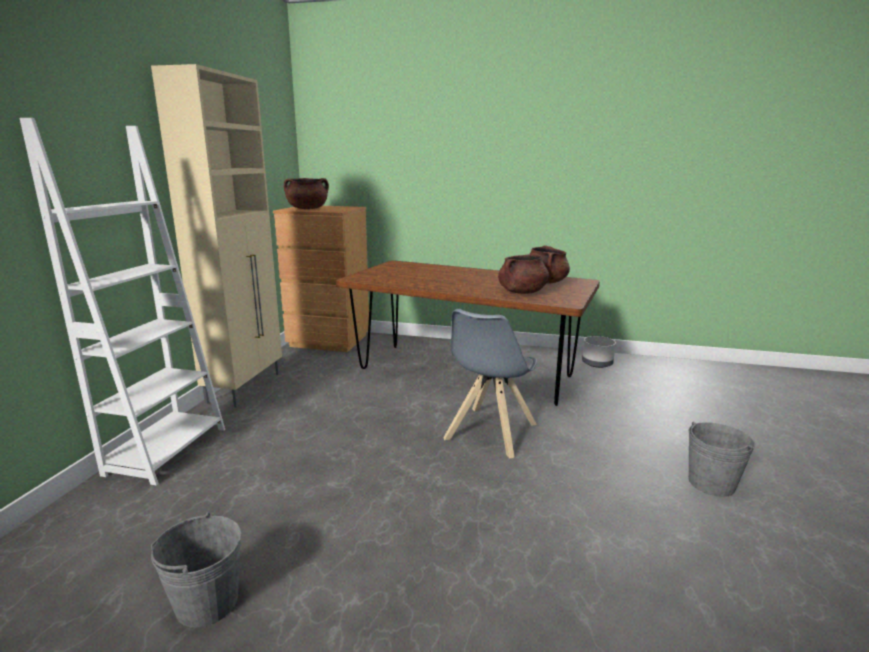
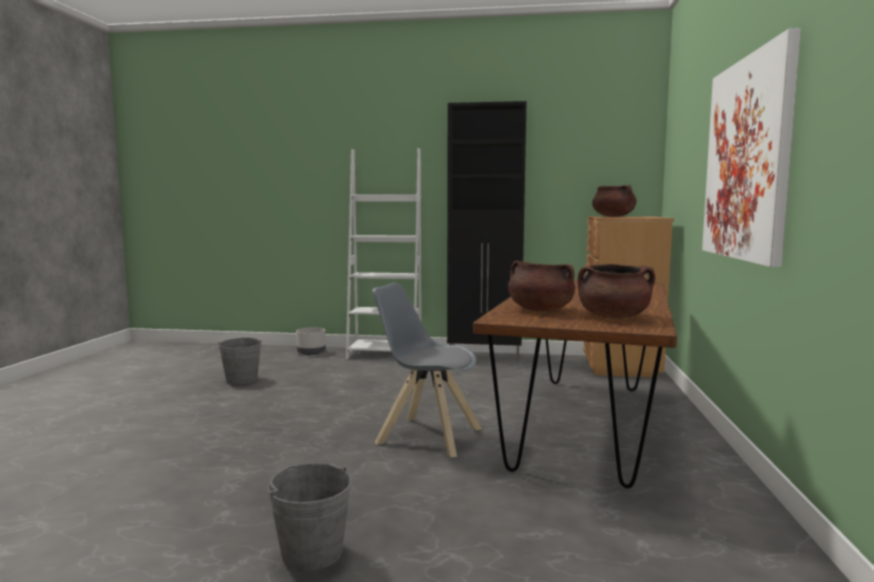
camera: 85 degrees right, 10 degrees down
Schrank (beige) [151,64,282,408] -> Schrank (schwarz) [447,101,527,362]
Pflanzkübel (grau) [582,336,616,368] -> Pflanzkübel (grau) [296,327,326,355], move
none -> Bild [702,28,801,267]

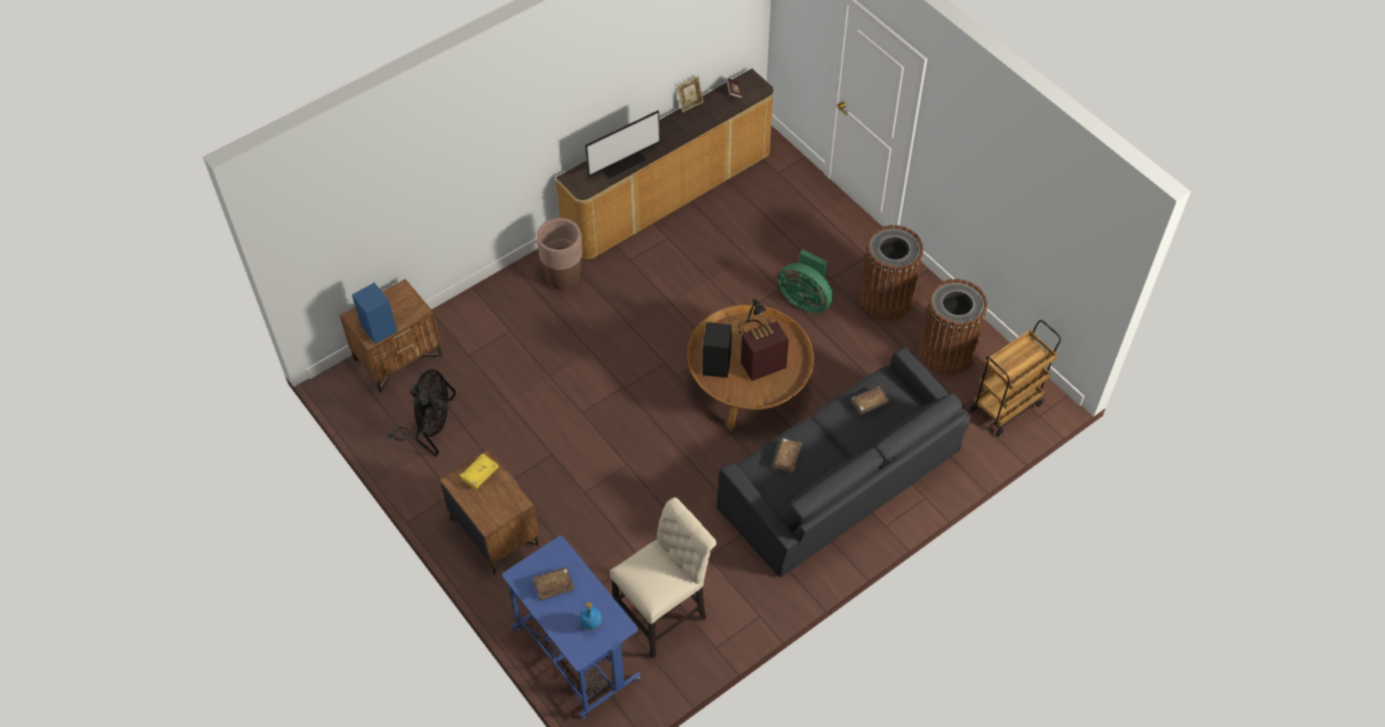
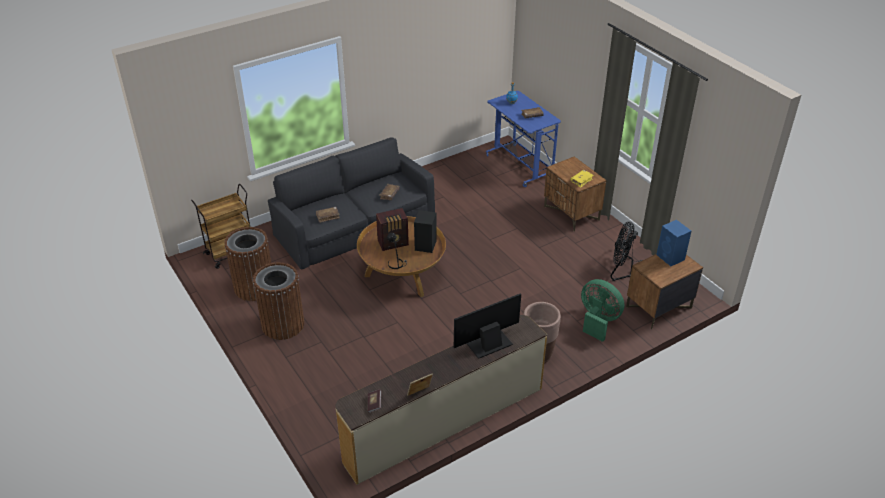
camera: 175 degrees left, 15 degrees down
Ventilator (grün) [778,249,833,313] -> Ventilator (grün) [581,279,625,342], move
Hocker (beige) [610,497,717,658] -> none

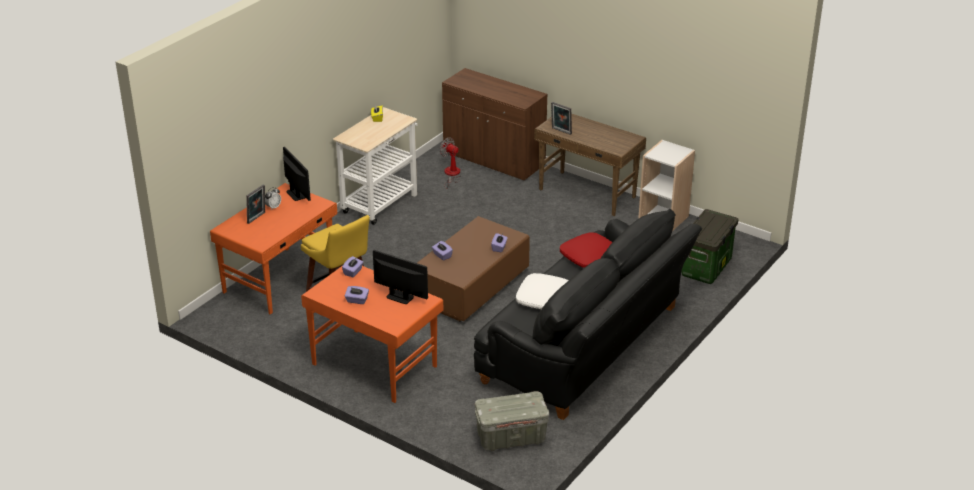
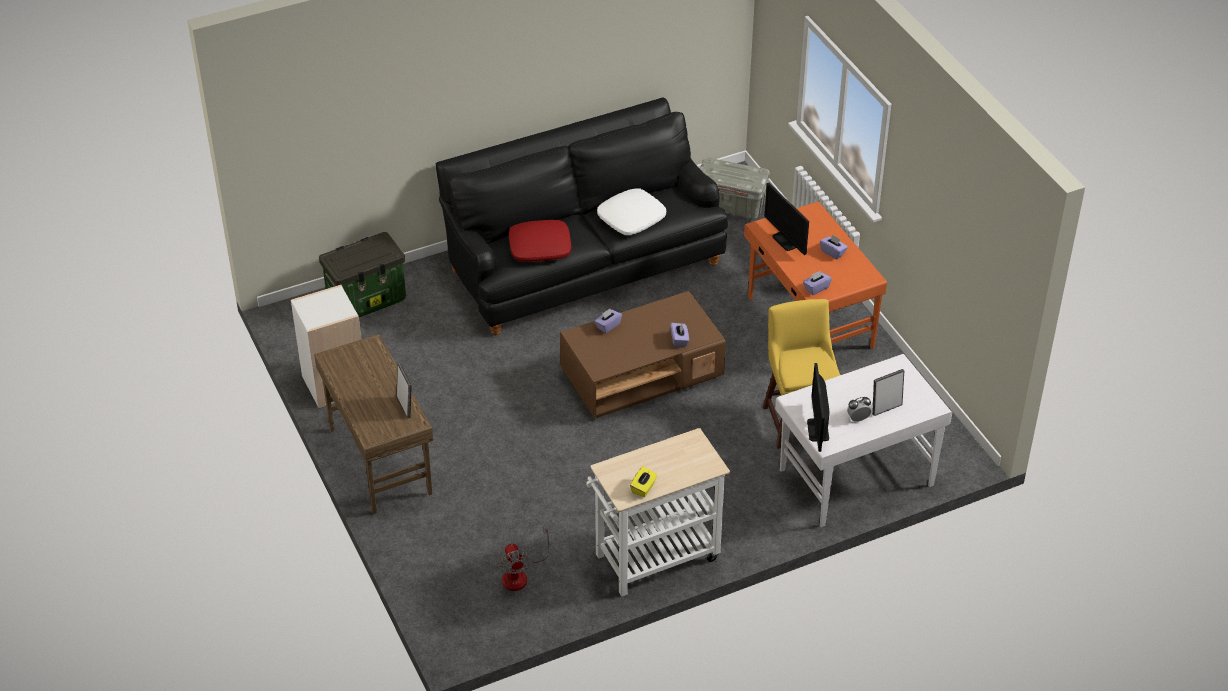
camera: 150 degrees left, 10 degrees up
Schrank (braun) [442,68,548,181] -> none
Schreibtisch (orange) [210,183,337,315] -> Schreibtisch (weiß) [775,354,952,527]

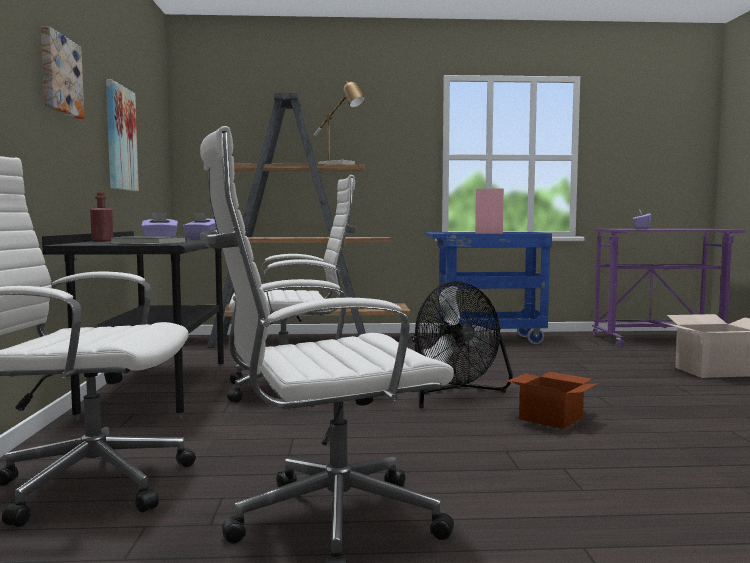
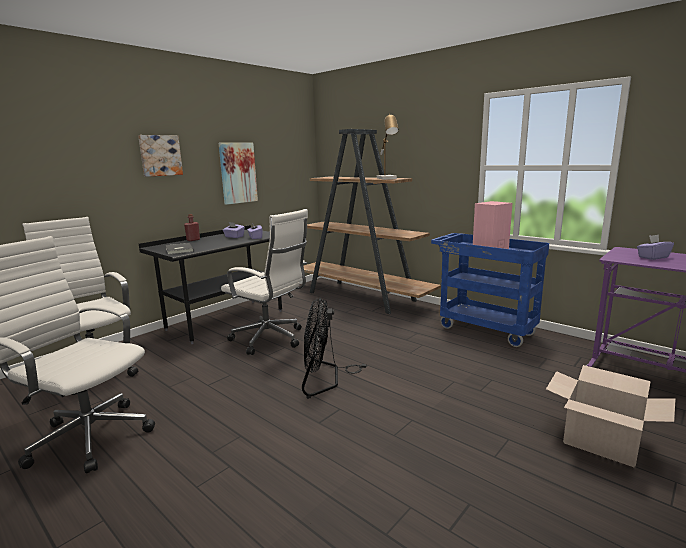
camera: 45 degrees right, 10 degrees up
Ventilator (schwarz) [411,281,513,408] -> Ventilator (schwarz) [302,298,368,399], 75 degrees clockwise
Karton [507,372,599,429] -> none

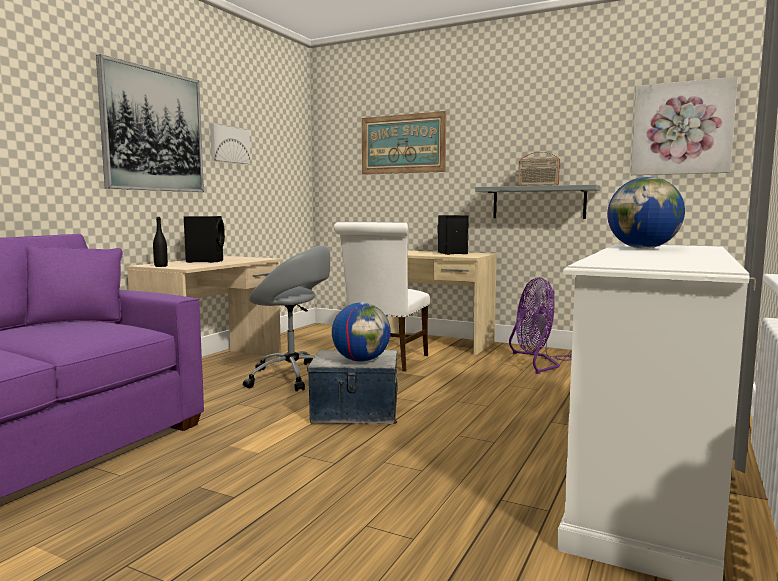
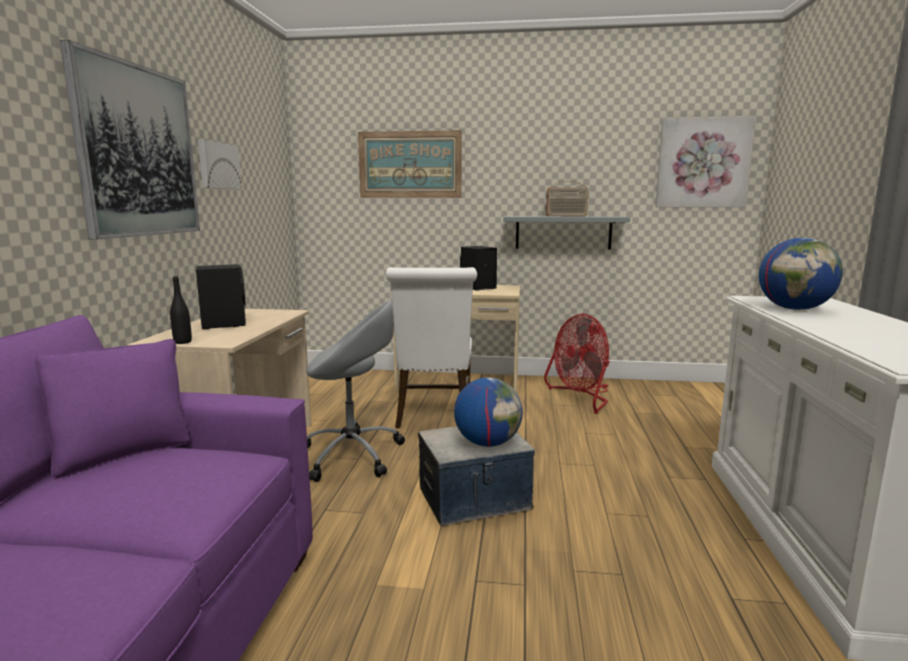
camera: 20 degrees left, 5 degrees up
Ventilator (lila) [509,277,572,374] -> Ventilator (rot) [544,314,610,414]

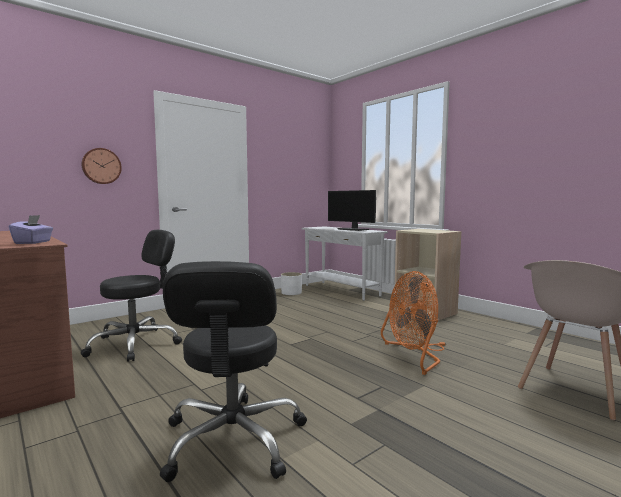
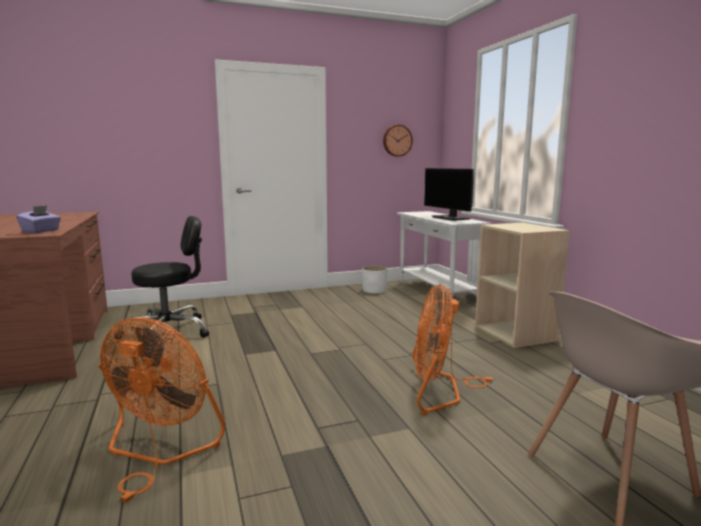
camera: 20 degrees right, 5 degrees up
Wanduhr [82,148,122,184] -> Wanduhr [383,125,413,157], move
Bürostuhl (schwarz) [160,261,307,482] -> Ventilator (orange) [98,318,225,503]

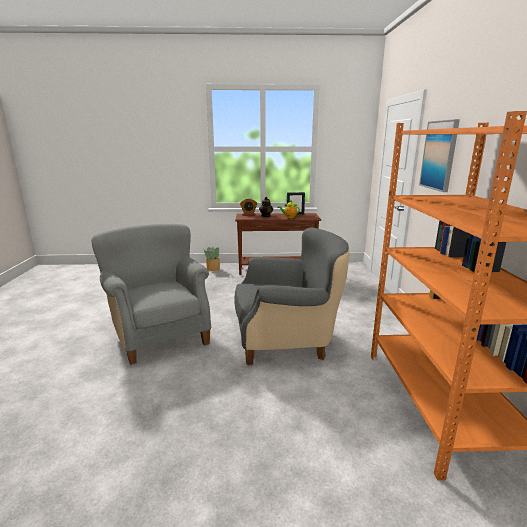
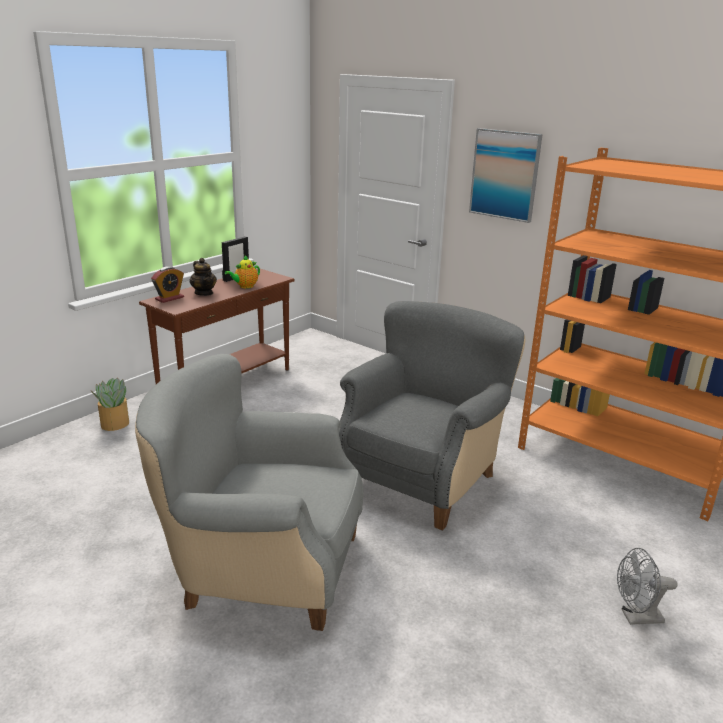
camera: 50 degrees left, 5 degrees up
none -> Ventilator (grau) [617,548,678,625]

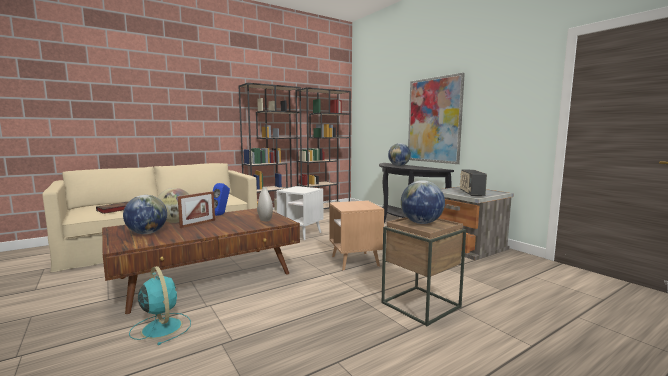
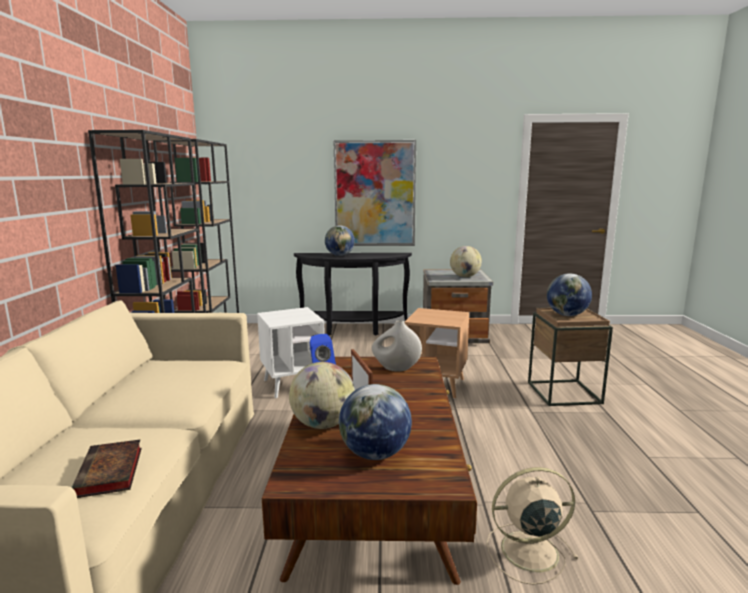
camera: 55 degrees left, 5 degrees up
Radio [460,170,487,196] -> Globus [450,246,482,277]
Ventilator (türkis) [129,266,191,345] -> Ventilator (beige) [487,467,579,585]

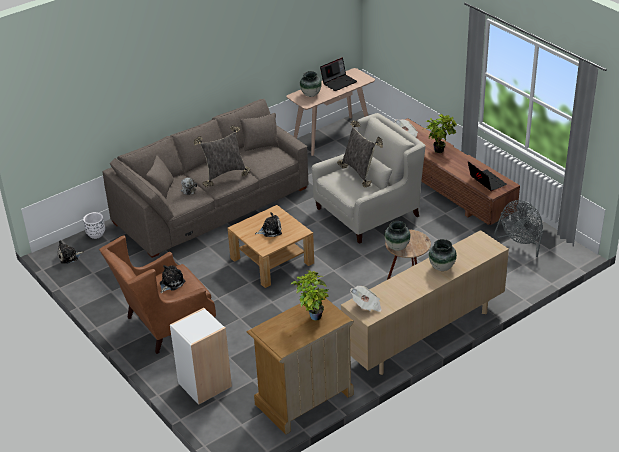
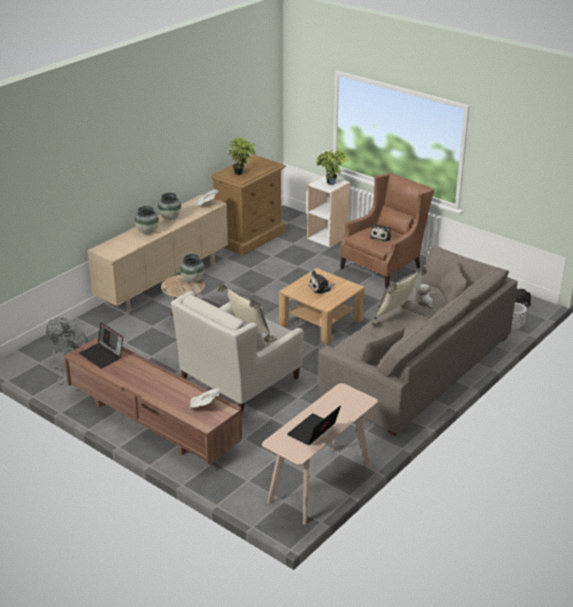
camera: 165 degrees right, 5 degrees down
Vase [300,71,322,97] -> Vase [158,193,181,220], move
Topfpflanze [422,114,457,153] -> Topfpflanze [317,150,348,185], move

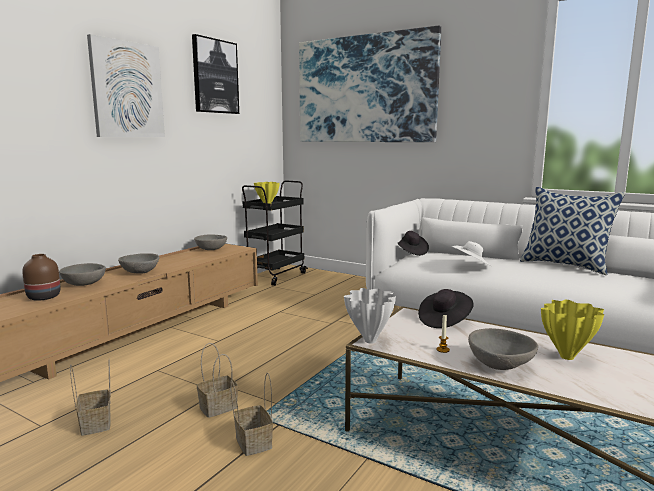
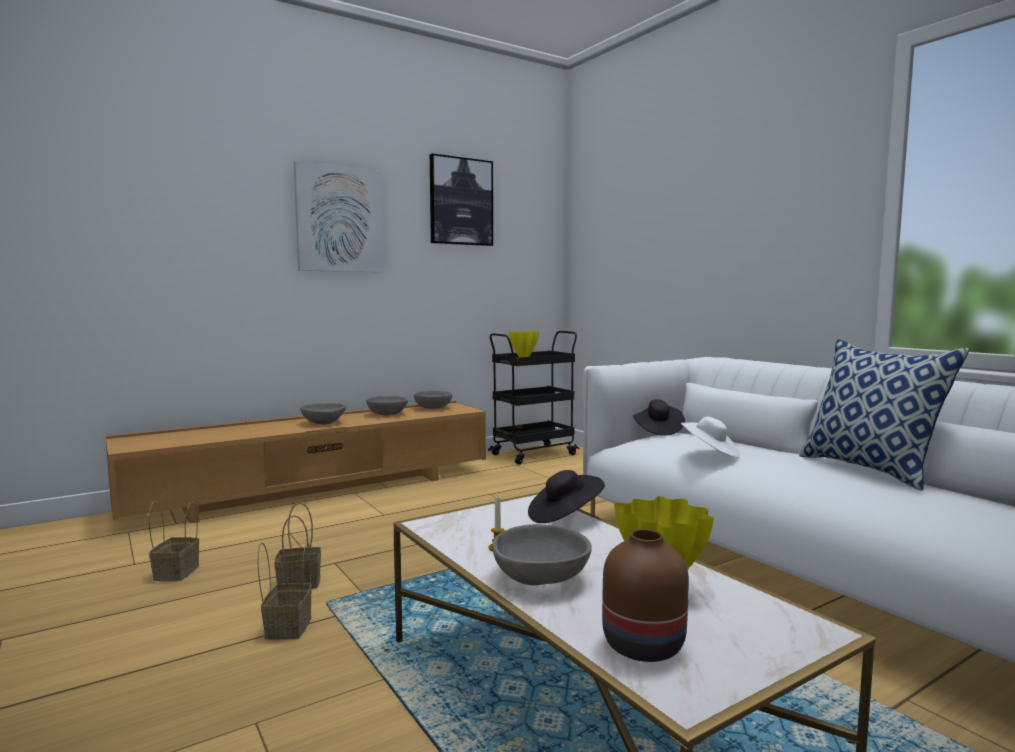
camera: 25 degrees right, 5 degrees down
Bild [299,26,441,142] -> none
Vase (braun) [22,254,61,301] -> Vase (braun) [602,529,689,662], move
Schüssel (grau) [59,263,106,286] -> Schüssel (grau) [366,395,408,415], move
Vase (weiß) [344,288,396,344] -> none

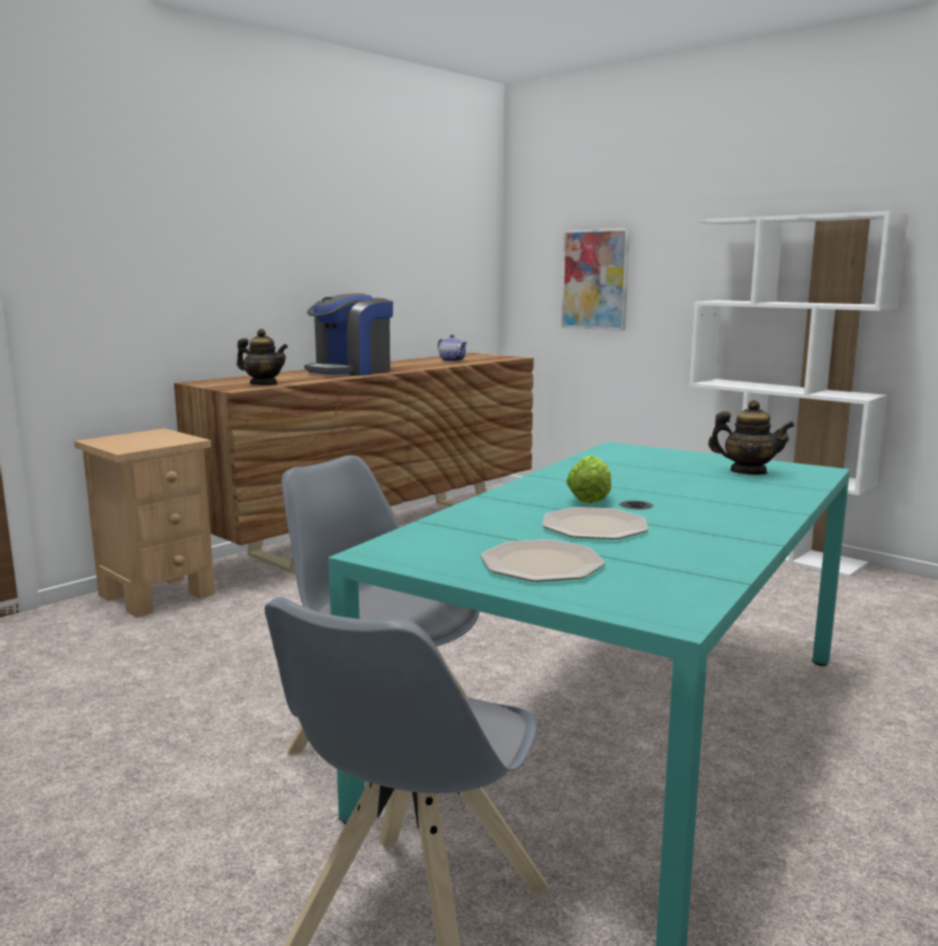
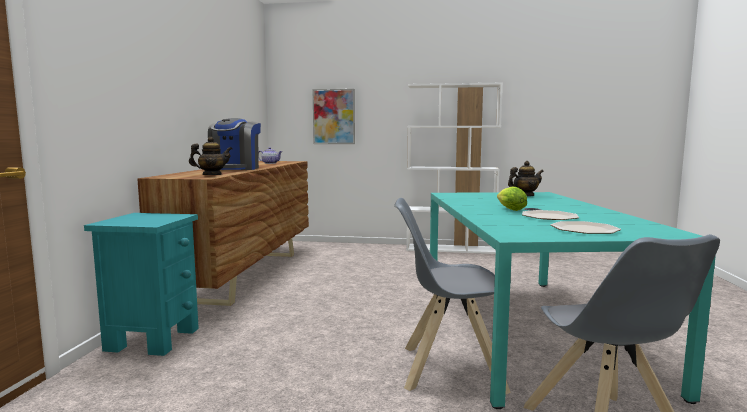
camera: 35 degrees left, 5 degrees down
Nachttisch (beige) [74,428,215,618] -> Nachttisch (türkis) [84,213,199,356]

